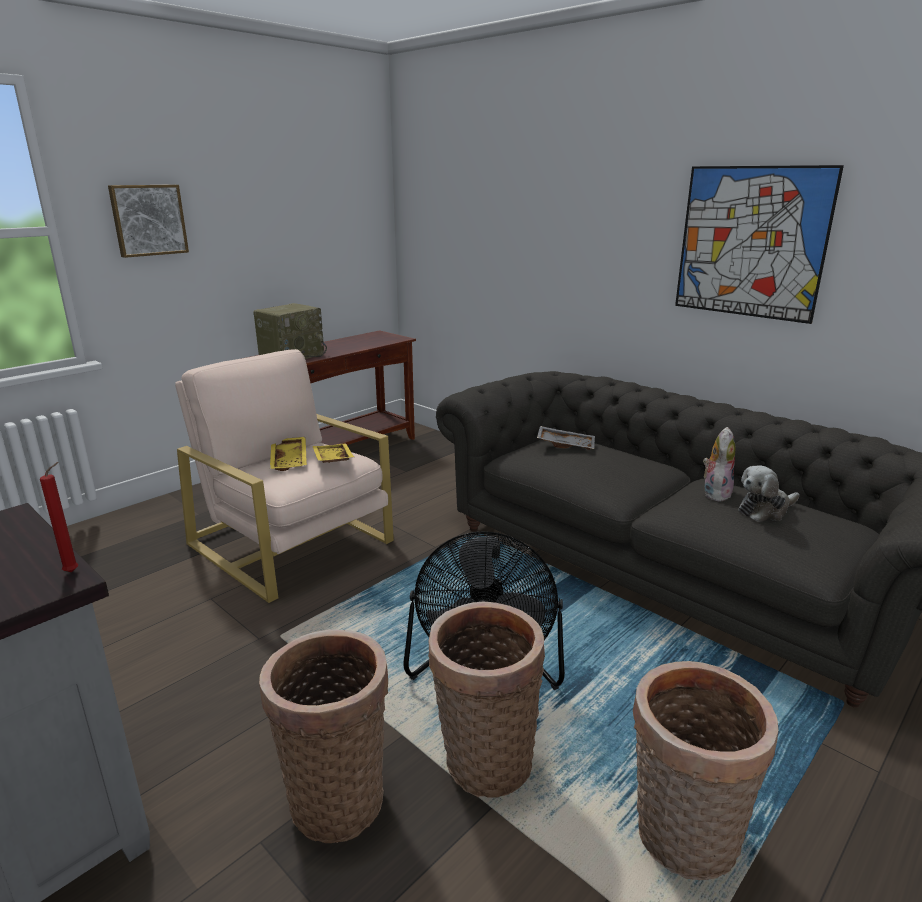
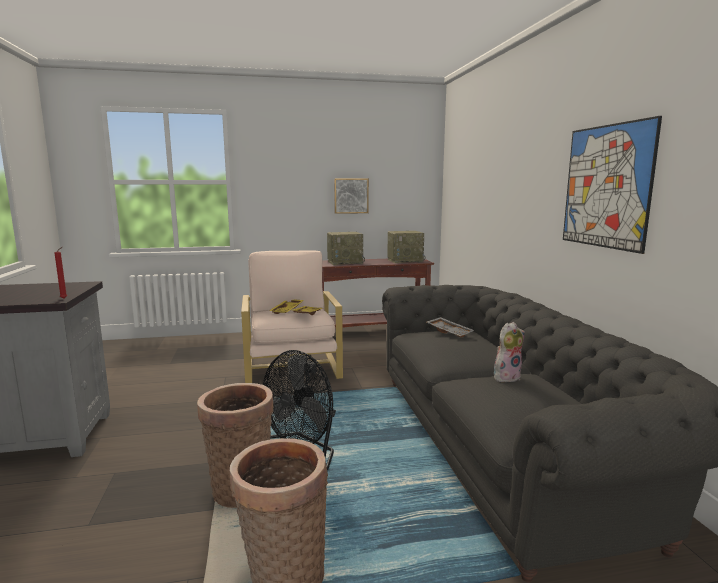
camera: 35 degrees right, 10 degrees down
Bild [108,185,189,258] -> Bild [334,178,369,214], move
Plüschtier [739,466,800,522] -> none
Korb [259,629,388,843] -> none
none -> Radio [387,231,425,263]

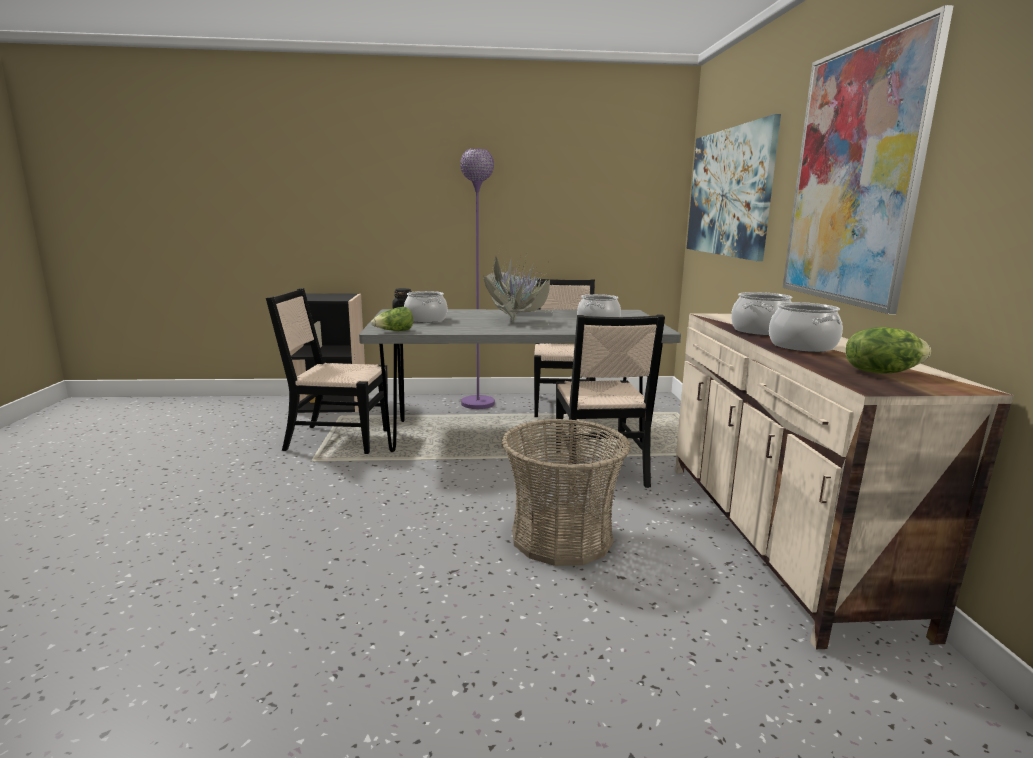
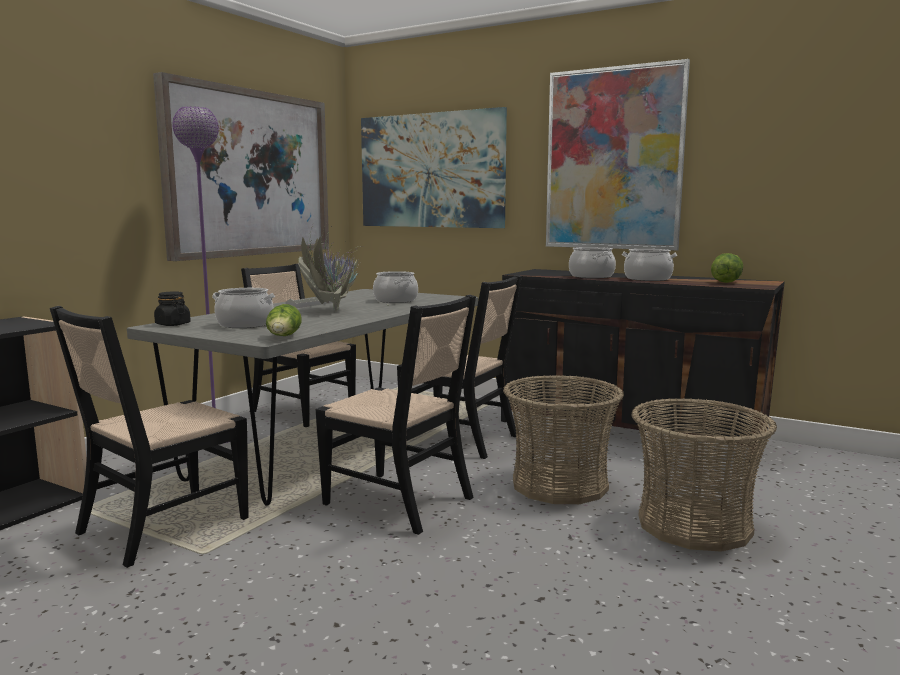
camera: 55 degrees left, 5 degrees down
Schrank (beige) [675,314,1014,649] -> Schrank (schwarz) [501,269,785,458]
none -> Bild [153,72,329,261]
none -> Stuhl [315,295,476,535]
none -> Korb [631,398,777,552]

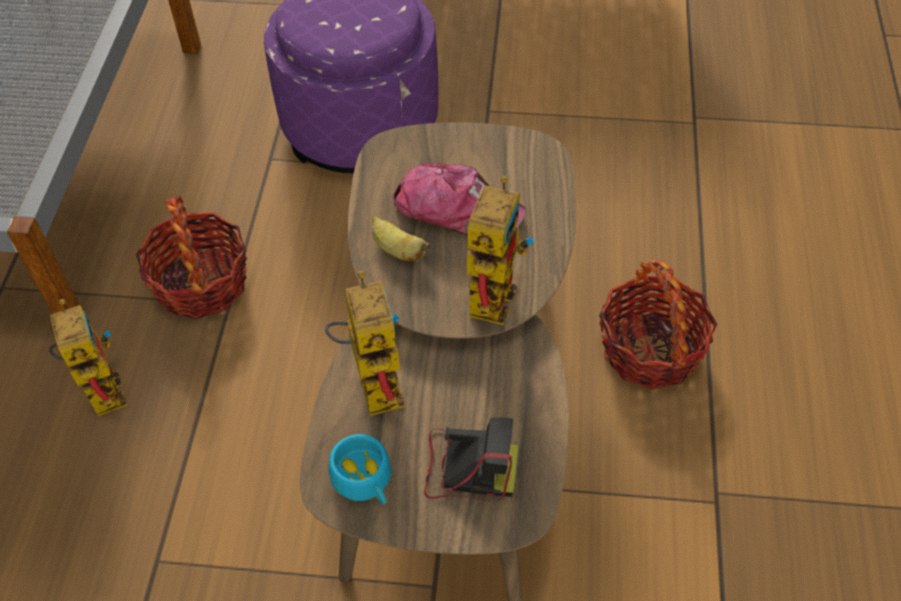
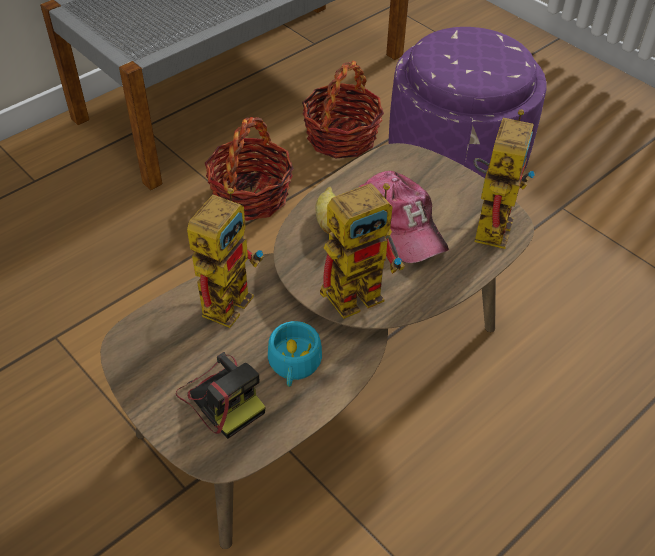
camera: 40 degrees right, 5 degrees down
Korb [599,260,717,390] -> Korb [302,61,384,159], move
Spielzeugroboter [49,299,128,416] -> Spielzeugroboter [473,109,535,249], move
Tasse (türkis) [329,434,391,504] -> Tasse (türkis) [268,321,322,387], move

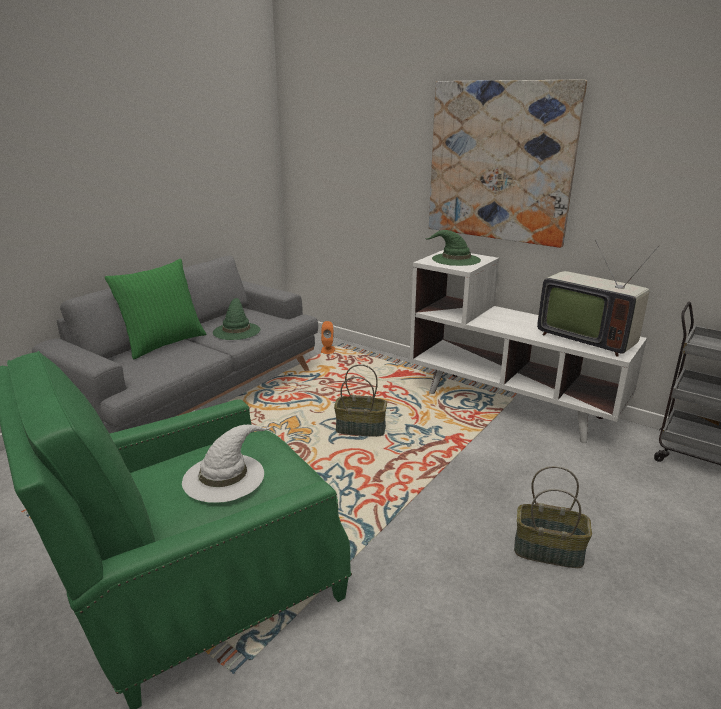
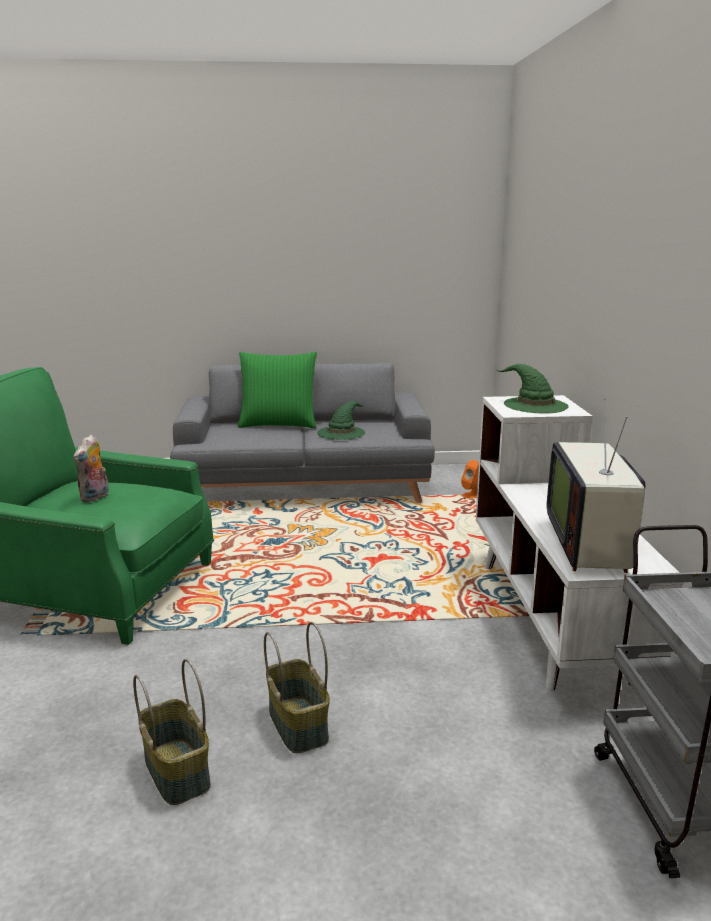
camera: 50 degrees right, 5 degrees down
Bild [429,79,587,248] -> none
Korb [334,364,387,437] -> Korb [133,659,211,805], move
Hut (weiß) [182,424,272,503] -> Plüschtier [74,435,109,502]

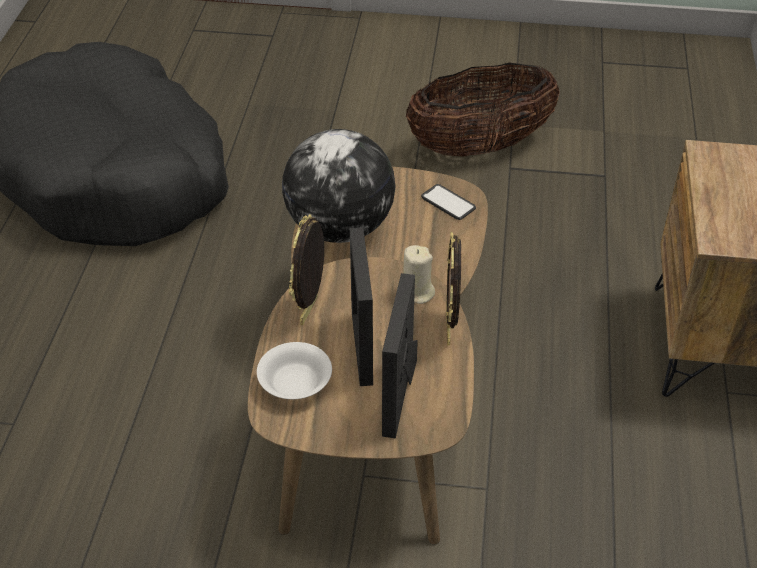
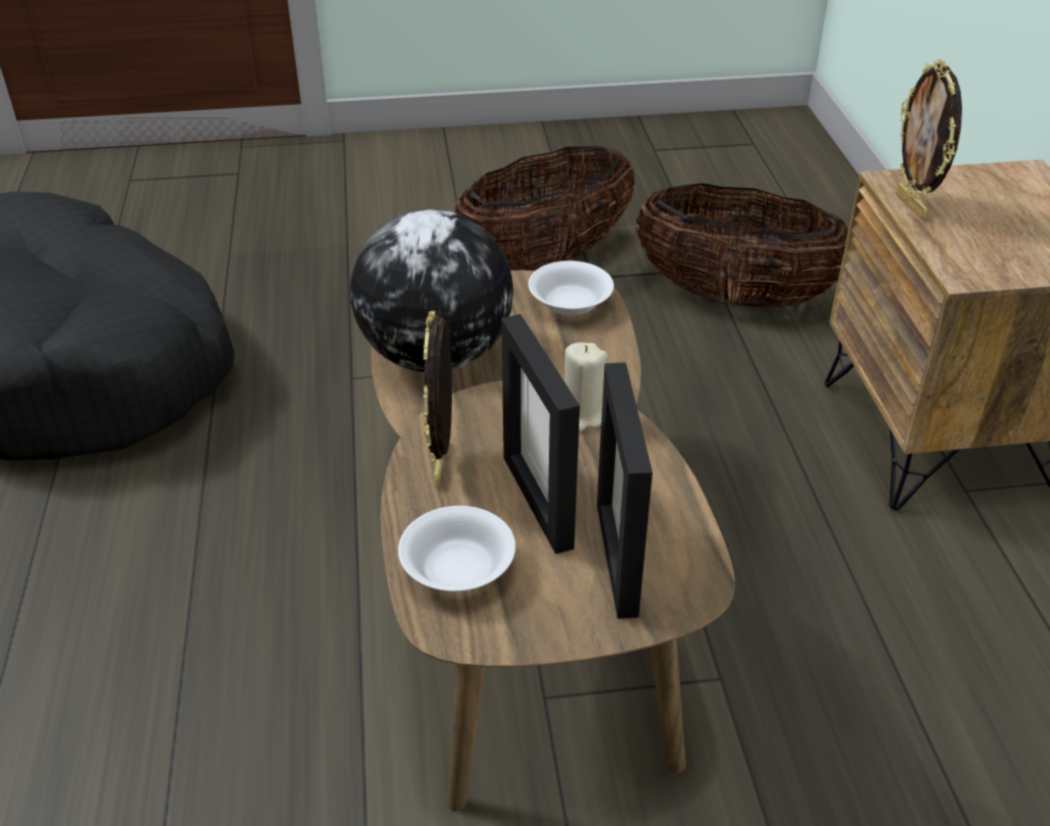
camera: 15 degrees left, 5 degrees down
Handy [421,184,476,220] -> Schüssel (weiß) [528,261,614,316]
Bilderrahmen [446,232,461,346] -> Bilderrahmen [896,59,962,219], move
none -> Korb [636,183,848,308]

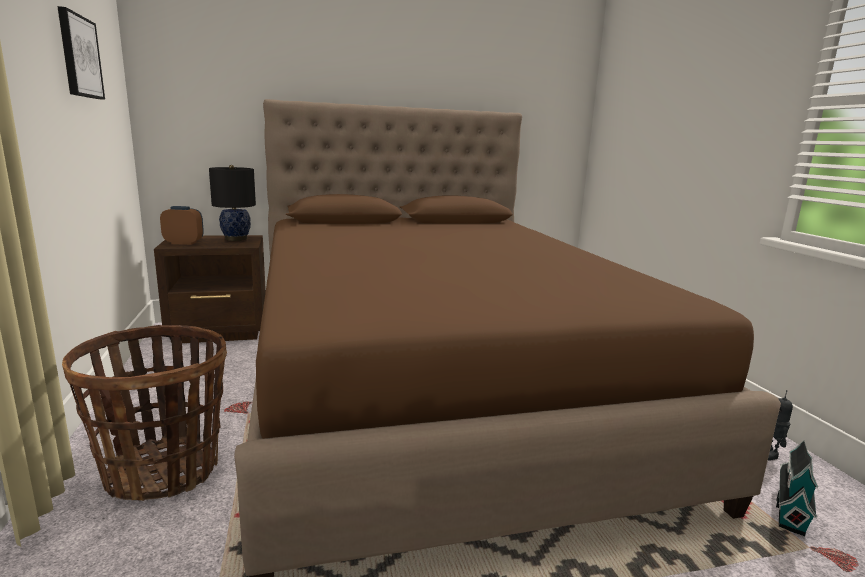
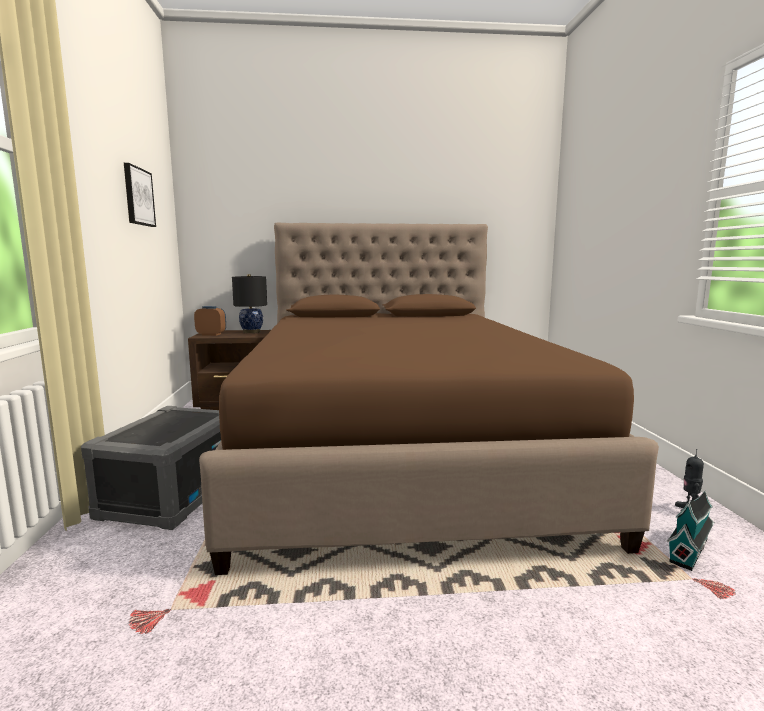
camera: 10 degrees right, 5 degrees down
Korb [62,325,227,501] -> Aufbewahrungsbox (grau) [81,406,221,530]

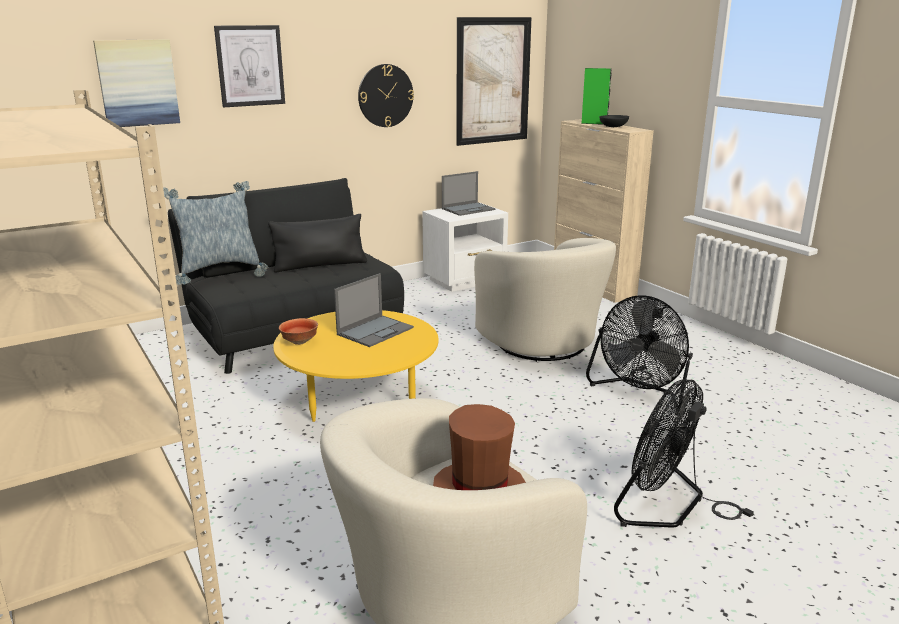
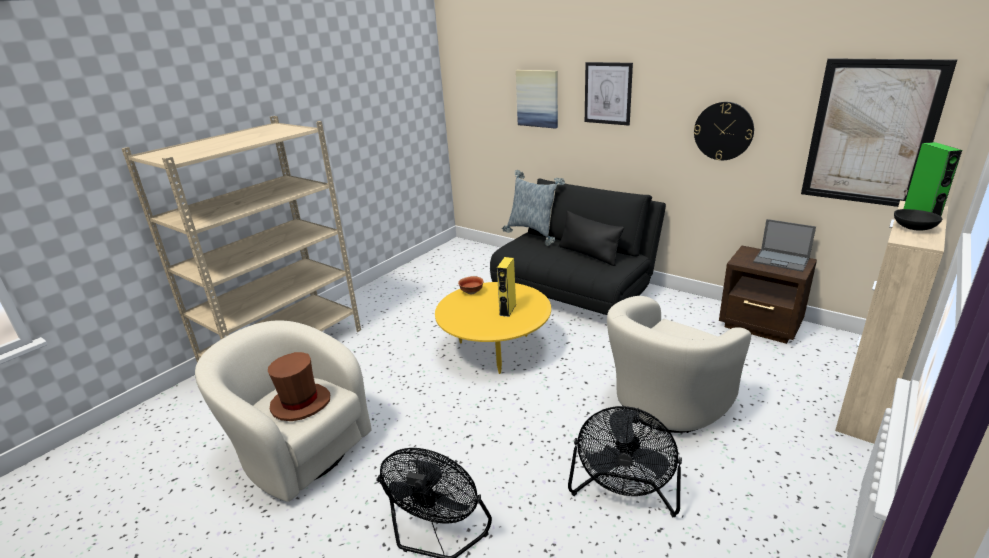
camera: 70 degrees right, 5 degrees up
Nachttisch (weiß) [422,203,508,292] -> Nachttisch (braun) [719,246,817,344]
Laptop [334,273,414,347] -> Lautsprecher (gelb) [497,257,516,317]
Ventilator (schwarz) [586,295,693,415] -> Ventilator (schwarz) [568,406,682,518], 90 degrees counterclockwise

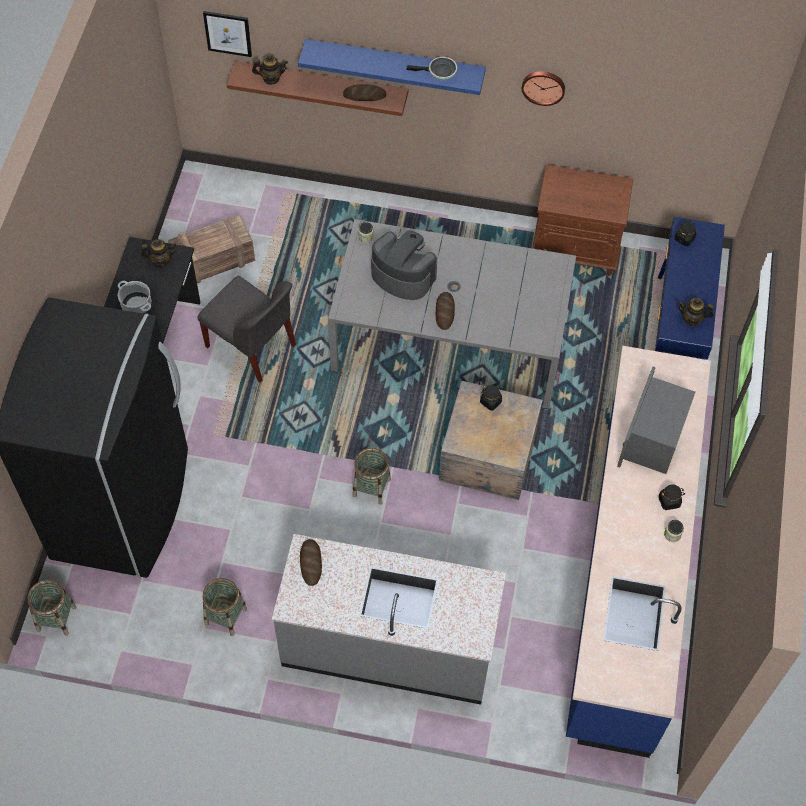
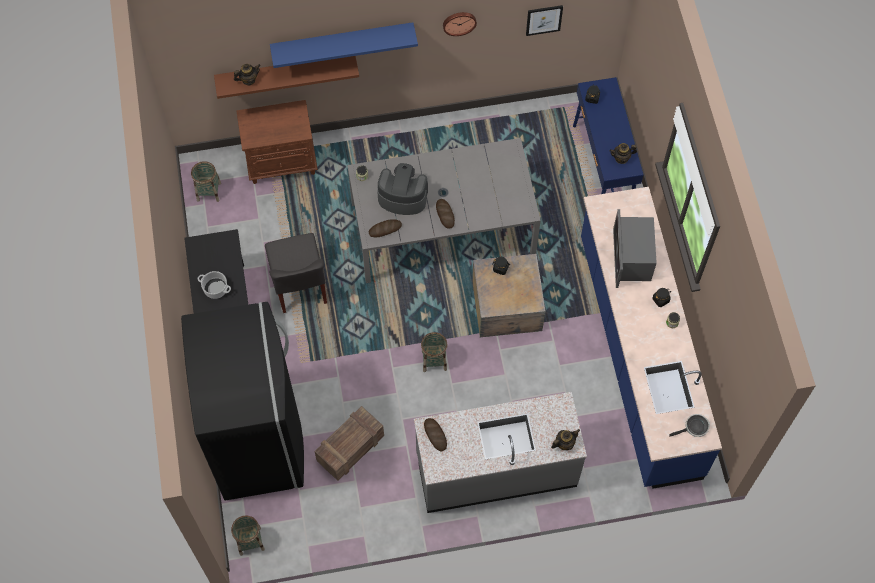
camera: 20 degrees left, 5 degrees up
Bild [203,11,252,57] -> Bild [526,5,563,36], move
Pfanne [406,57,457,80] -> Pfanne [669,414,710,437], move
Brot [343,84,386,101] -> Brot [369,219,402,237], move
Nachttisch (braun) [532,165,633,276] -> Nachttisch (braun) [237,100,318,184], move
Kiste [168,215,255,283] -> Kiste [314,406,384,481], move
Teekanne [140,239,177,267] -> Teekanne [551,429,580,450], move
Stuhl (grau) [198,276,296,382] -> Stuhl (grau) [265,233,327,313], 60 degrees clockwise
Korb [202,578,247,636] -> Korb [191,161,221,202], move

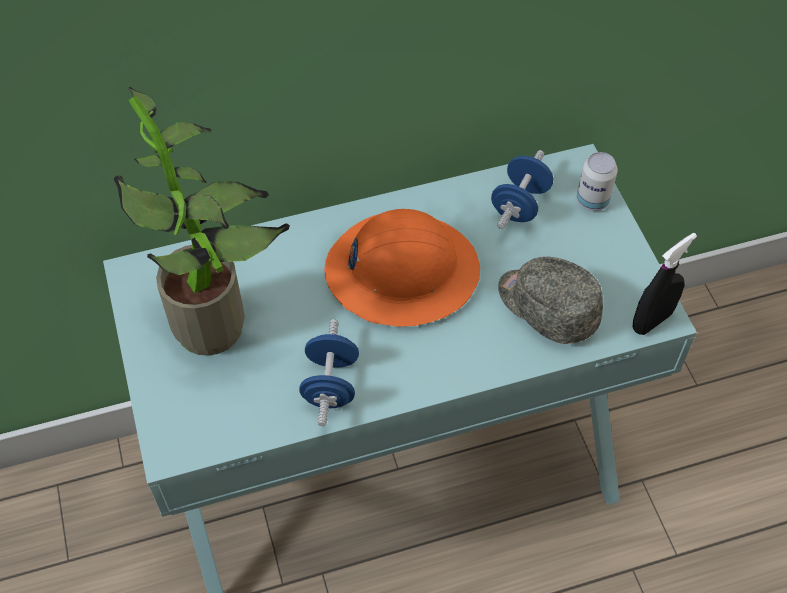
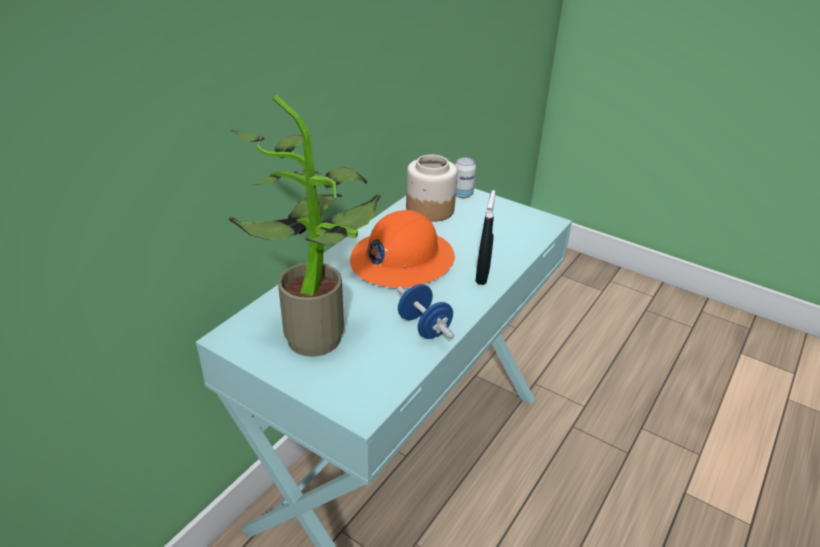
camera: 40 degrees left, 20 degrees down
Hantel (blau) [491,150,553,229] -> Vorratsglas [406,155,457,222]
Sprühflasche (schwarz) [633,233,697,335] -> Sprühflasche (schwarz) [475,190,495,285], move
Kappe (grau) [498,257,603,344] -> none

